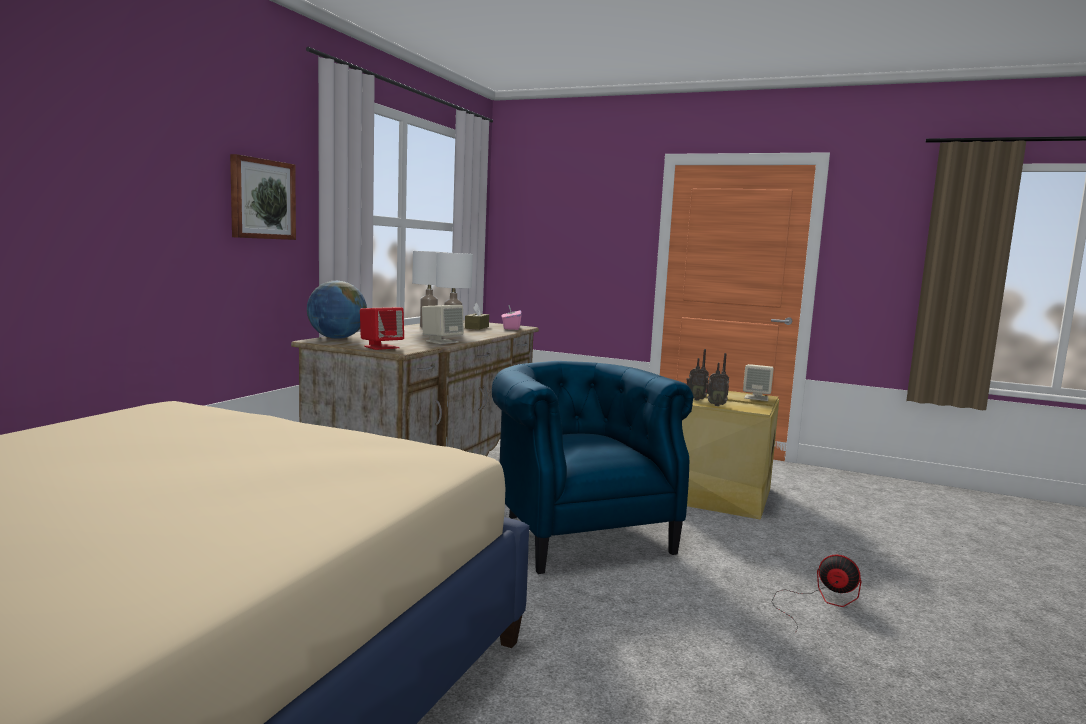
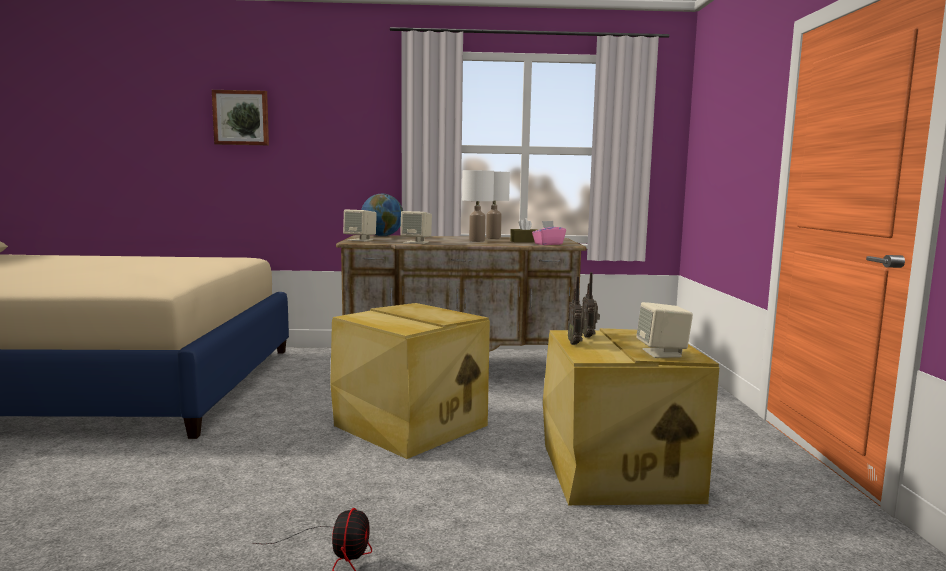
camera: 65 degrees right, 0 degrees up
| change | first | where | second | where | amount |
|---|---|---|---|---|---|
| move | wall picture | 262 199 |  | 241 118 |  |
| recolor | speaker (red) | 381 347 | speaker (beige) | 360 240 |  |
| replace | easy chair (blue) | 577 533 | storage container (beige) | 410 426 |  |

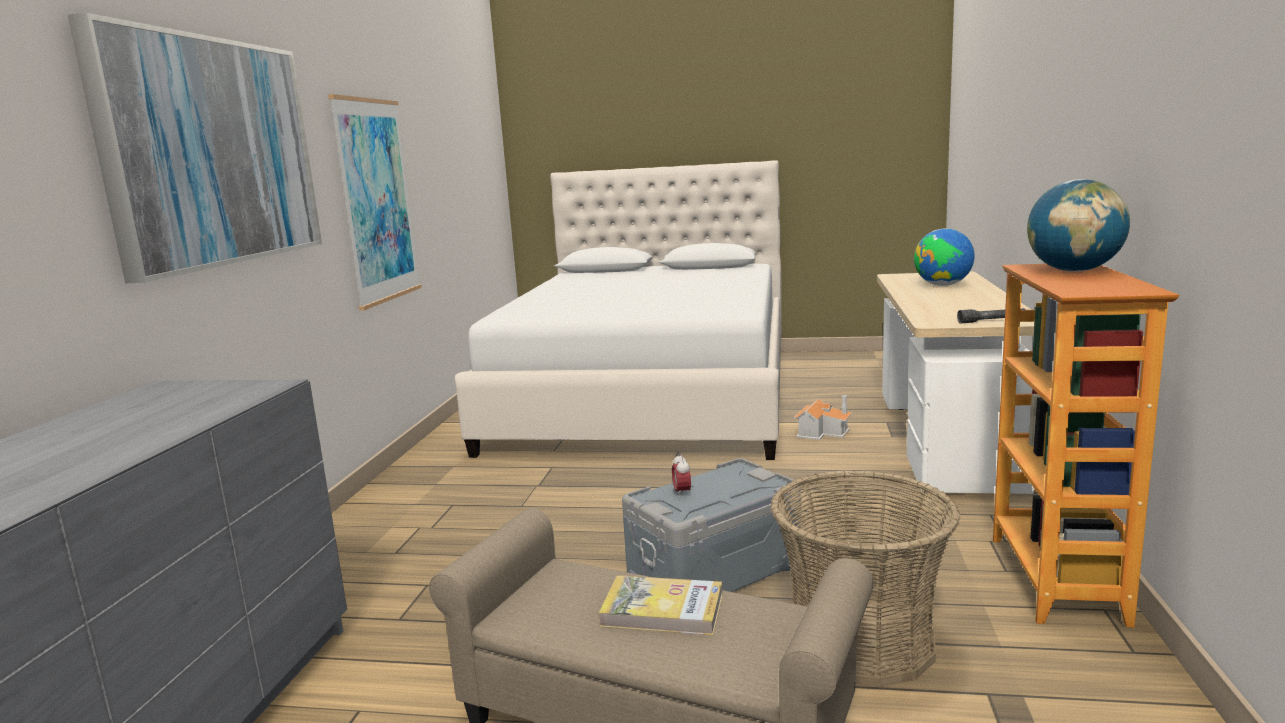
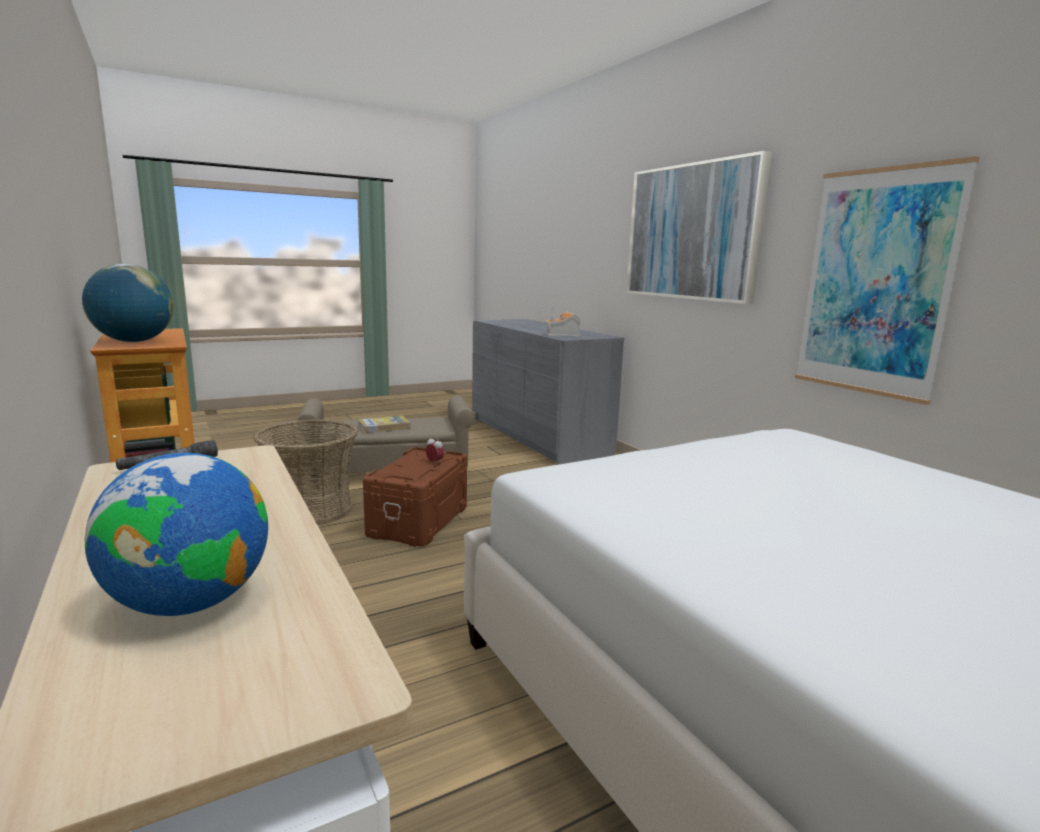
camera: 140 degrees right, 0 degrees up
| change | first | where | second | where | amount |
|---|---|---|---|---|---|
| recolor | storage container (grey) | 713 571 | storage container (brown-coloured) | 420 521 |  |
| move | model house | 822 432 |  | 563 334 |  |

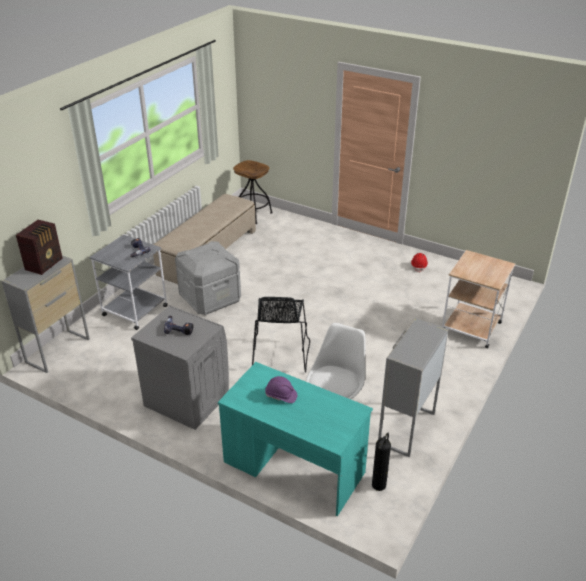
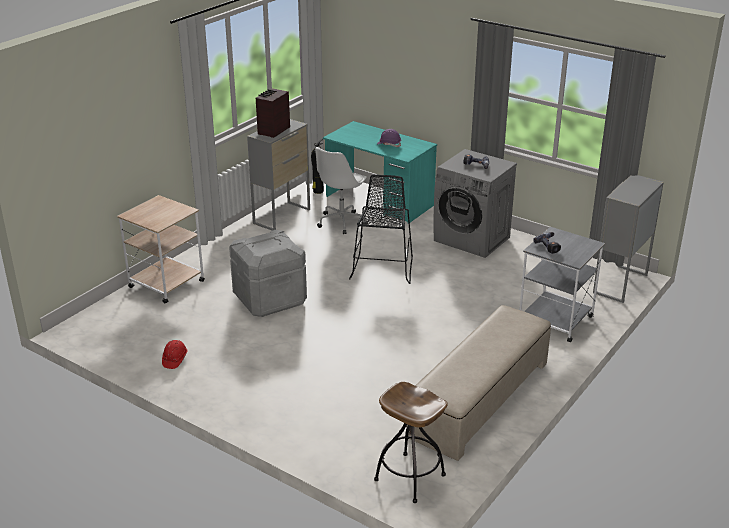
camera: 175 degrees left, 5 degrees down
| change | first | where | second | where | amount |
|---|---|---|---|---|---|
| move | radio receiver | 45 264 |  | 273 131 |  |
| move | storage container (grey) | 210 298 |  | 269 300 |  |

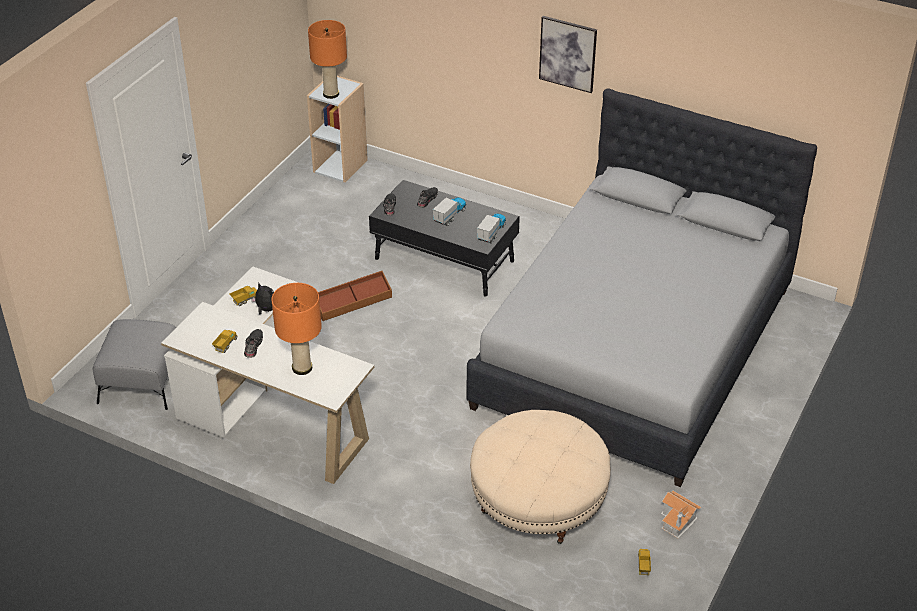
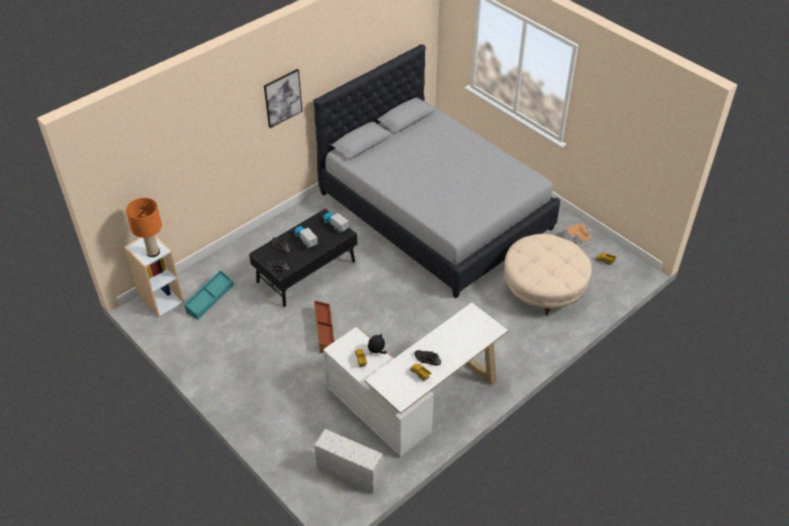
camera: 70 degrees left, 5 degrees up
| change | first | where | second | where | amount |
|---|---|---|---|---|---|
| replace | pouffe (grey) | 142 381 | storage container (white-coloured) | 348 472 |  |
| delete | tabletop lamp (orangey) | 302 367 |  |  |  |
| insert |  |  | storage container (blue-green) | 209 298 |  |

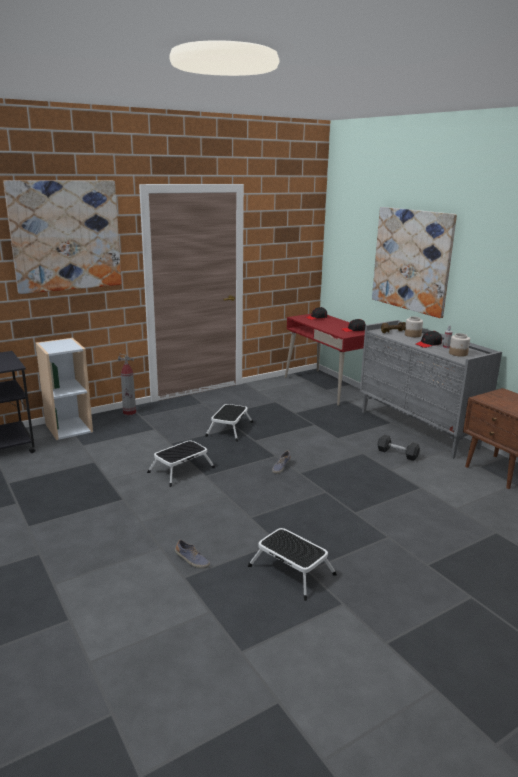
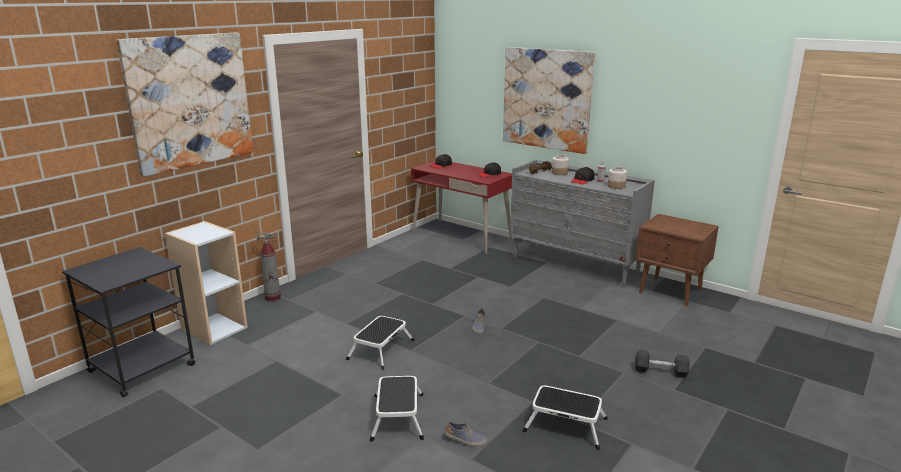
camera: 20 degrees left, 0 degrees up
| change | first | where | second | where | amount |
|---|---|---|---|---|---|
| move | stepladder (blackish) | 230 429 |  | 398 416 |  |
| move | dumbbell (grey) | 397 454 |  | 660 371 |  |

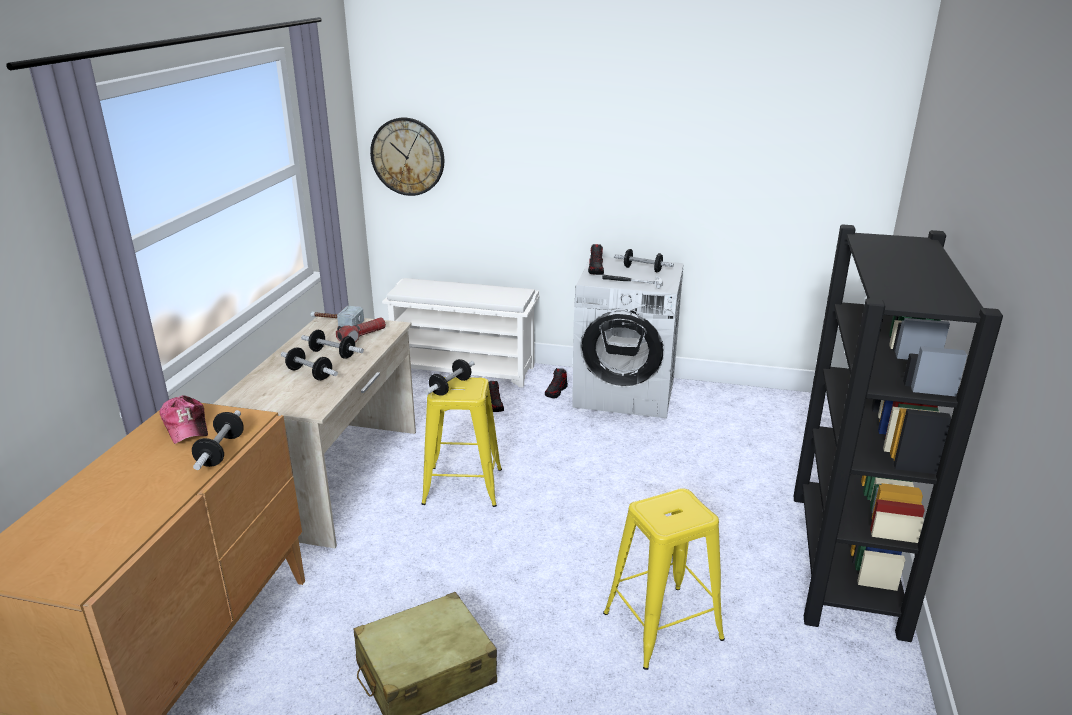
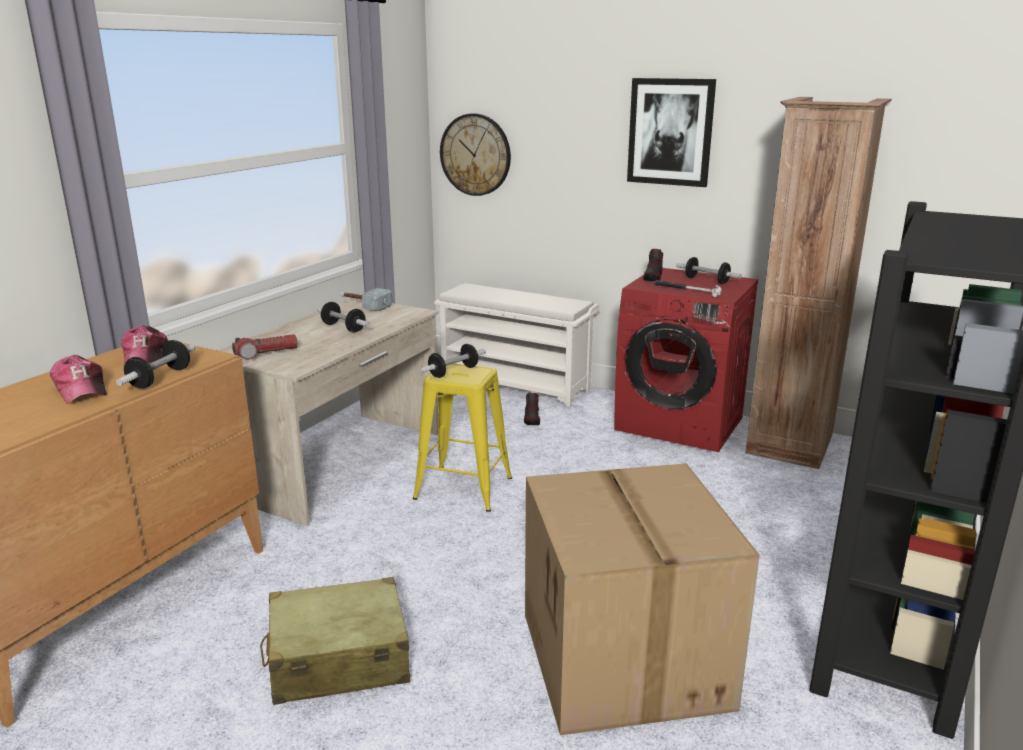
camera: 15 degrees right, 5 degrees down
| change | first | where | second | where | amount |
|---|---|---|---|---|---|
| delete | dumbbell | 310 374 |  |  |  |
| move | torch | 362 336 |  | 266 353 |  |
| delete | shoe | 556 391 |  |  |  |
| recolor | laundry machine (white-coloured) | 624 396 | laundry machine (red) | 679 427 |  |
| replace | stool seat (yellow-coloured) | 662 626 | carton | 627 661 |  |
| insert |  |  | baseball cap | 81 389 |  |
| insert |  |  | wall picture | 670 132 |  |
| insert |  |  | cabinet (brown-coloured) | 790 444 |  |

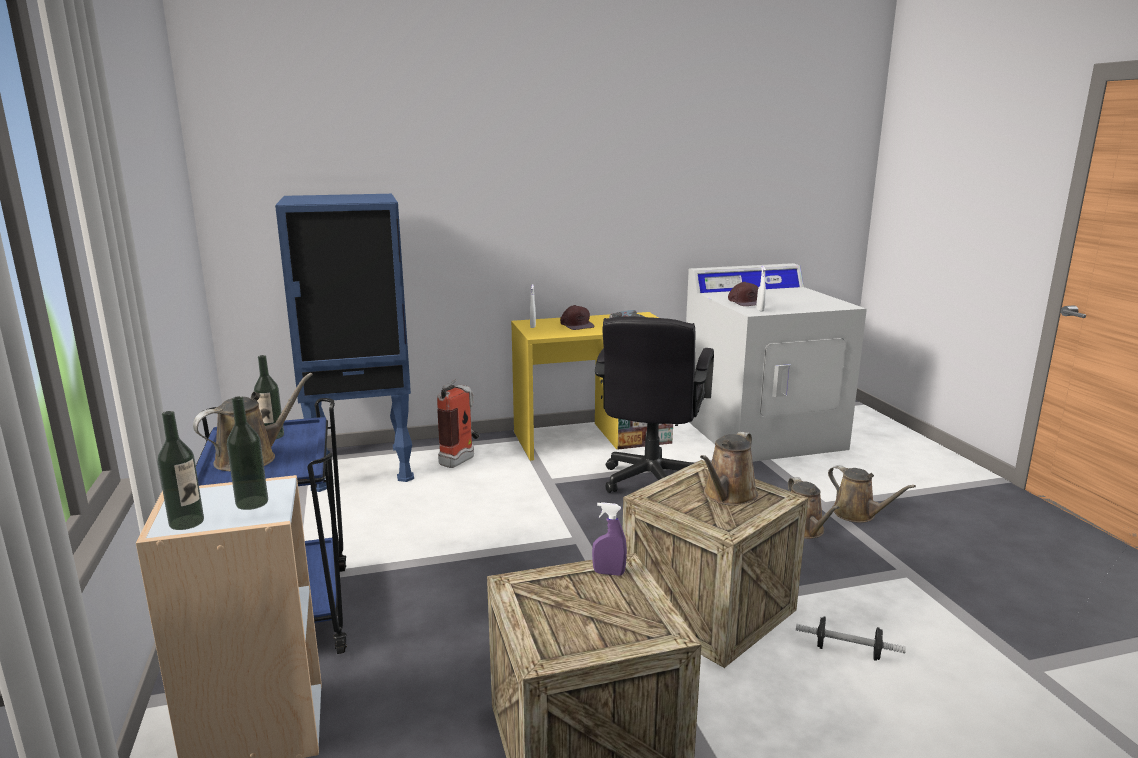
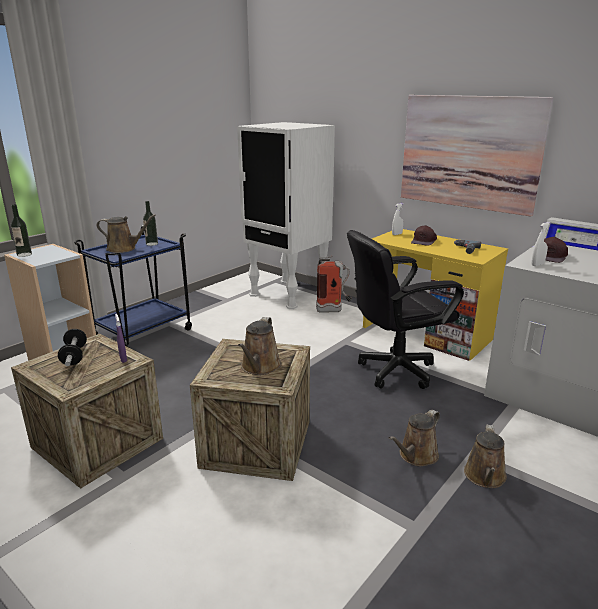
camera: 55 degrees right, 5 degrees up
| change | first | where | second | where | amount |
|---|---|---|---|---|---|
| delete | drink bottle | 252 502 |  |  |  |
| recolor | cabinet (blue) | 363 467 | cabinet (white-coloured) | 288 294 |  |
| rotate | watering pot (brown-coloured) | 728 496 |  | 259 367 | 75 degrees counterclockwise |
| move | dumbbell | 847 651 |  | 74 356 |  |
| insert |  |  | wall picture | 469 152 |  |

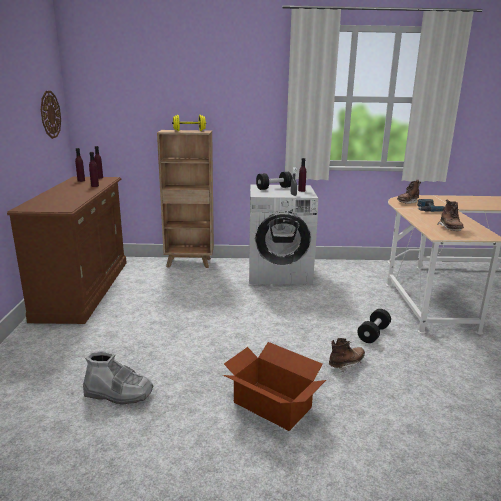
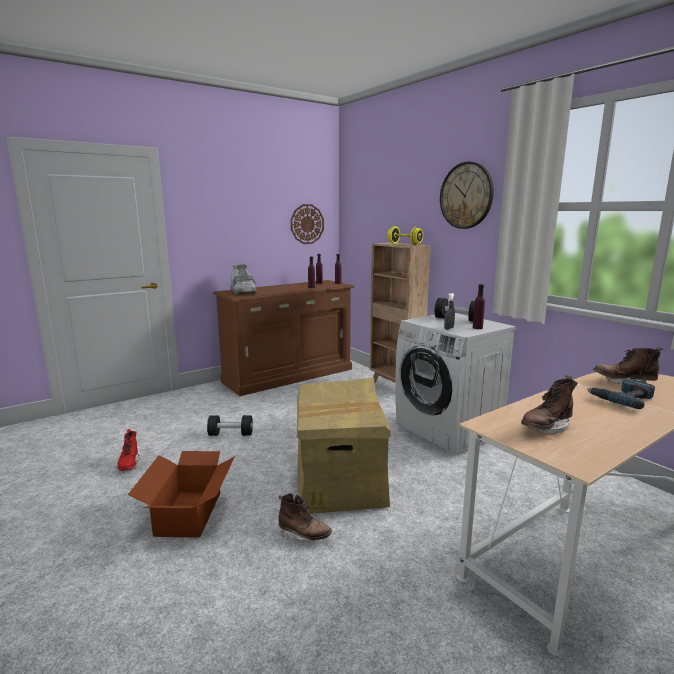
camera: 55 degrees right, 5 degrees down
| change | first | where | second | where | amount |
|---|---|---|---|---|---|
| move | boot (grey) | 119 393 |  | 243 292 |  |
| move | dumbbell (blackish) | 373 334 |  | 231 434 |  |
| insert |  |  | boot (red) | 129 465 |  |
| insert |  |  | carton | 339 483 |  |
| insert |  |  | clock on the wall | 466 195 |  |

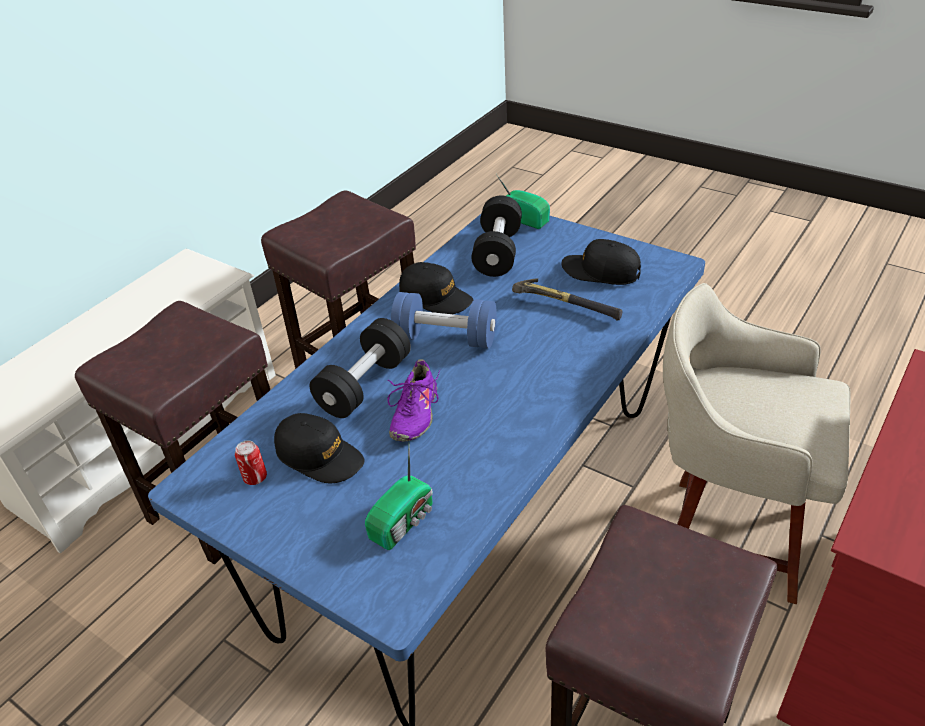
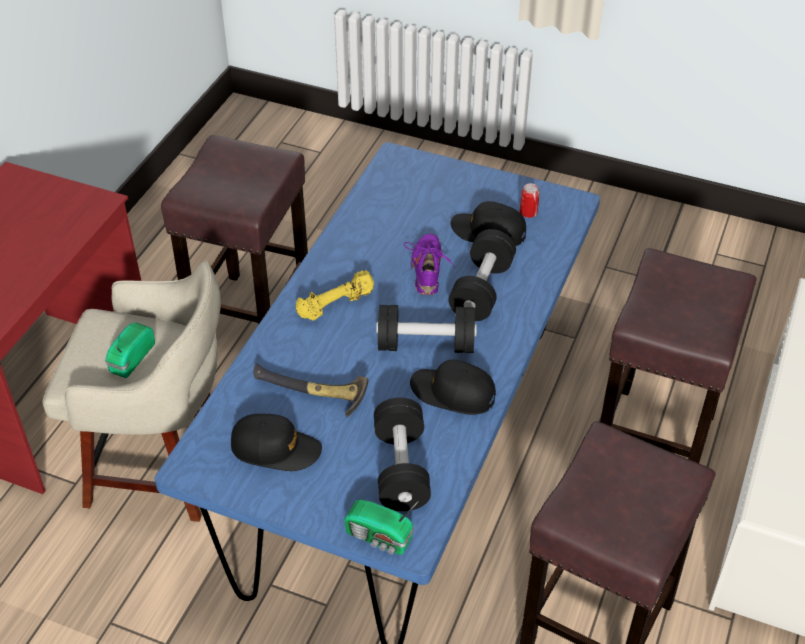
camera: 165 degrees right, 5 degrees up
| change | first | where | second | where | amount |
|---|---|---|---|---|---|
| move | radio receiver | 404 521 |  | 130 359 |  |
| recolor | dumbbell (blue) | 445 338 | dumbbell (blackish) | 426 344 |  |
| insert |  |  | dumbbell (yellow-coloured) | 336 305 |  |

